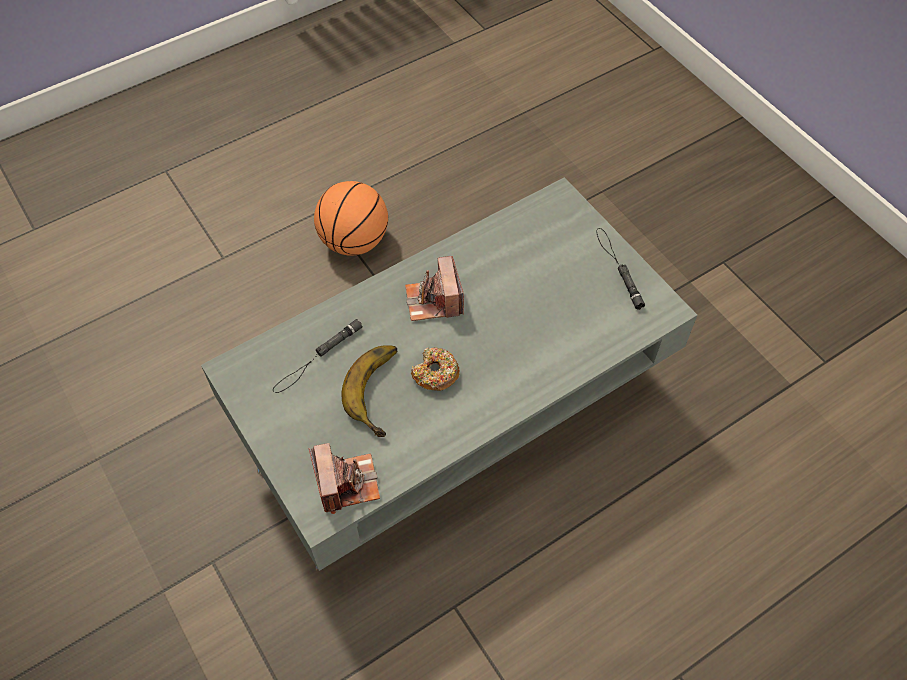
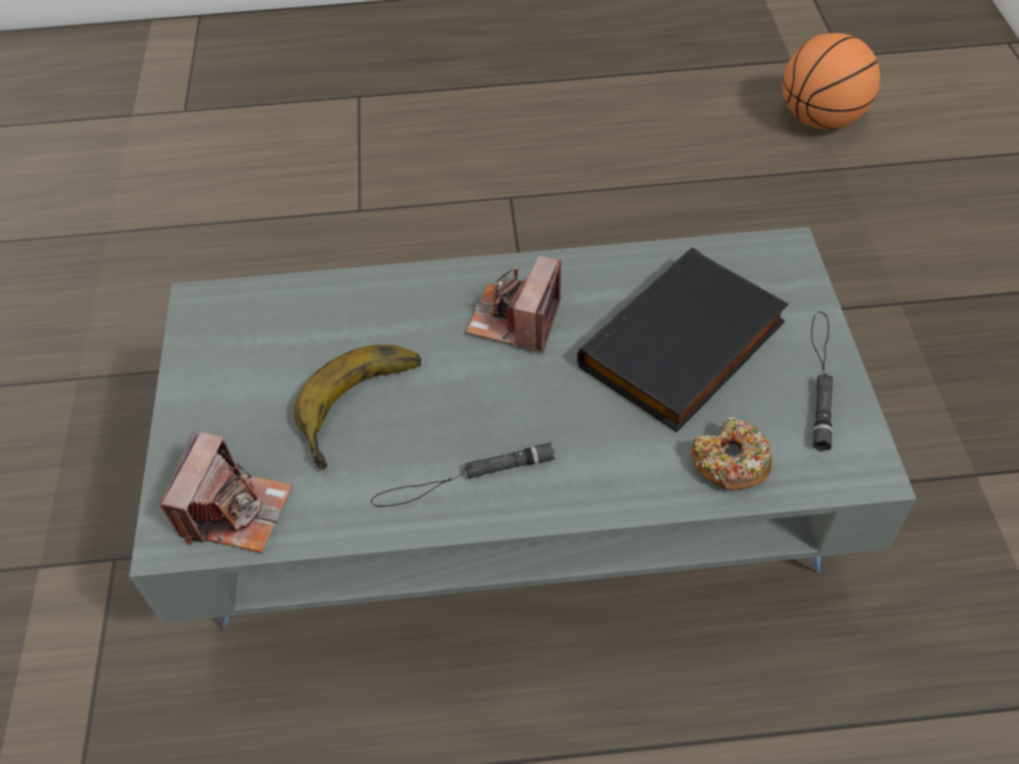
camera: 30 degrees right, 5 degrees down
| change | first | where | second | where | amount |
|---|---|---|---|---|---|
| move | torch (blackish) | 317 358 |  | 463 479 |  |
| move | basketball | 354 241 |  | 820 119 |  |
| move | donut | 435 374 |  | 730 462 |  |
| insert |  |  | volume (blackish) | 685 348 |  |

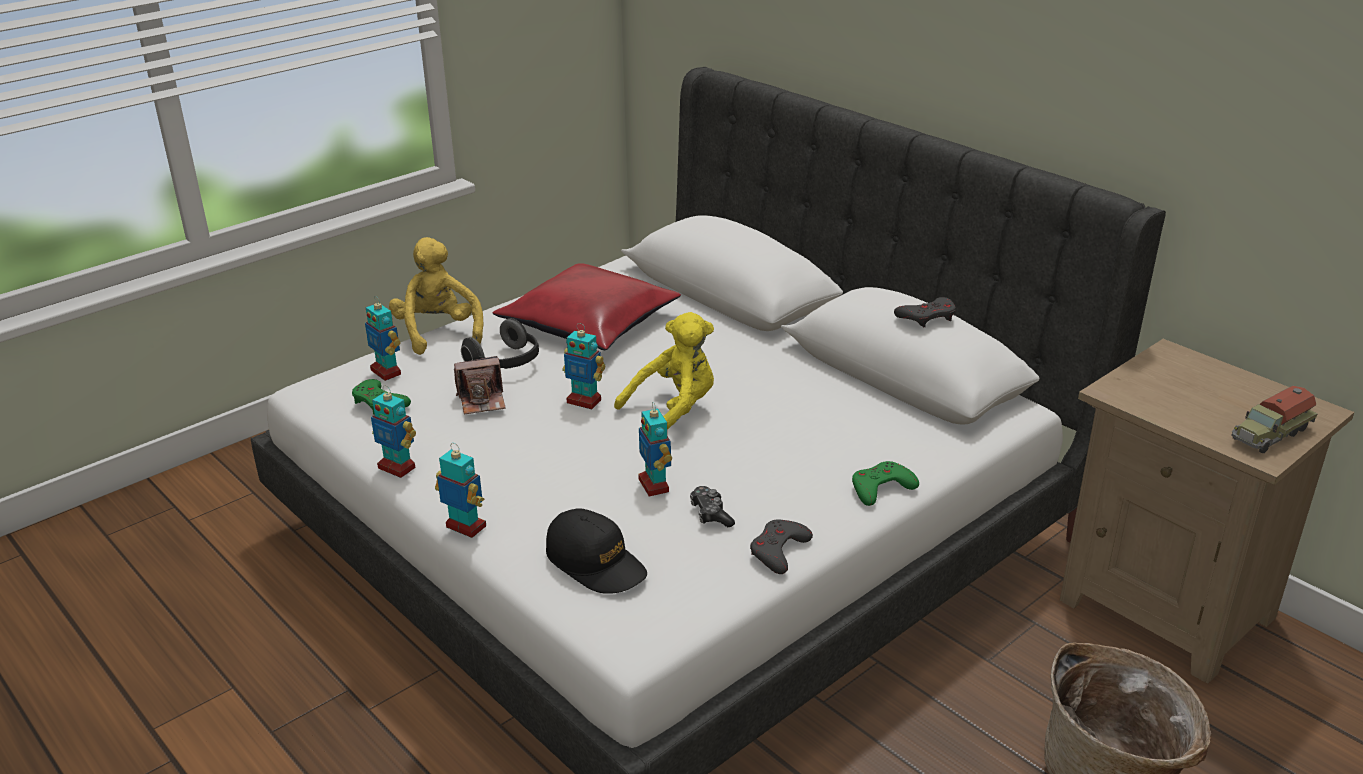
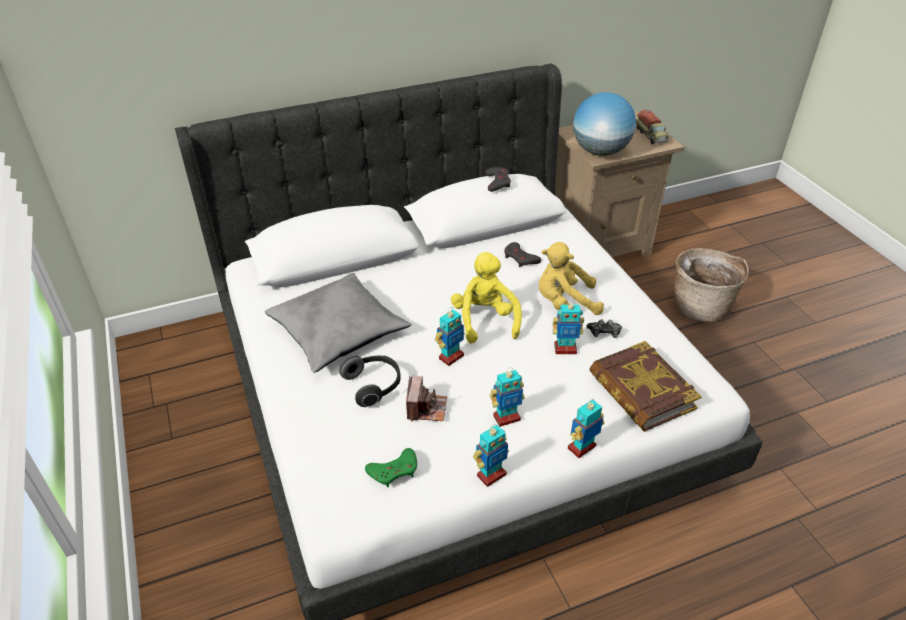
camera: 70 degrees left, 10 degrees up
| change | first | where | second | where | amount |
|---|---|---|---|---|---|
| move | toy robot | 386 372 |  | 506 417 |  |
| move | soft toy (yellow-coloured) | 438 332 |  | 564 302 |  |
| recolor | pillow (red) | 591 324 | pillow (grey) | 338 331 |  |
| replace | baseball cap (blackish) | 596 563 | volume | 641 392 |  |
| move | game controller (grey) | 779 551 |  | 520 258 |  |
| delete | game controller (green) | 881 488 |  |  |  |
| insert |  |  | globe | 600 151 |  |

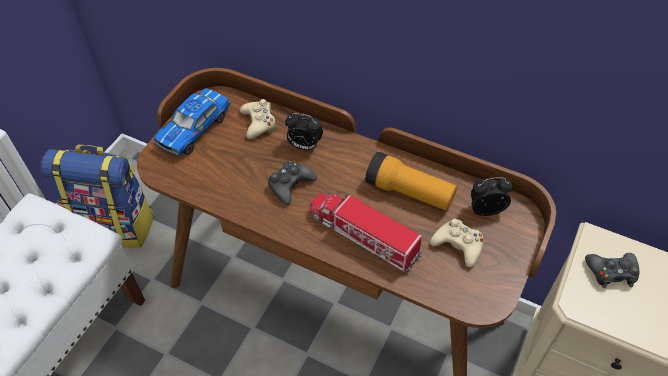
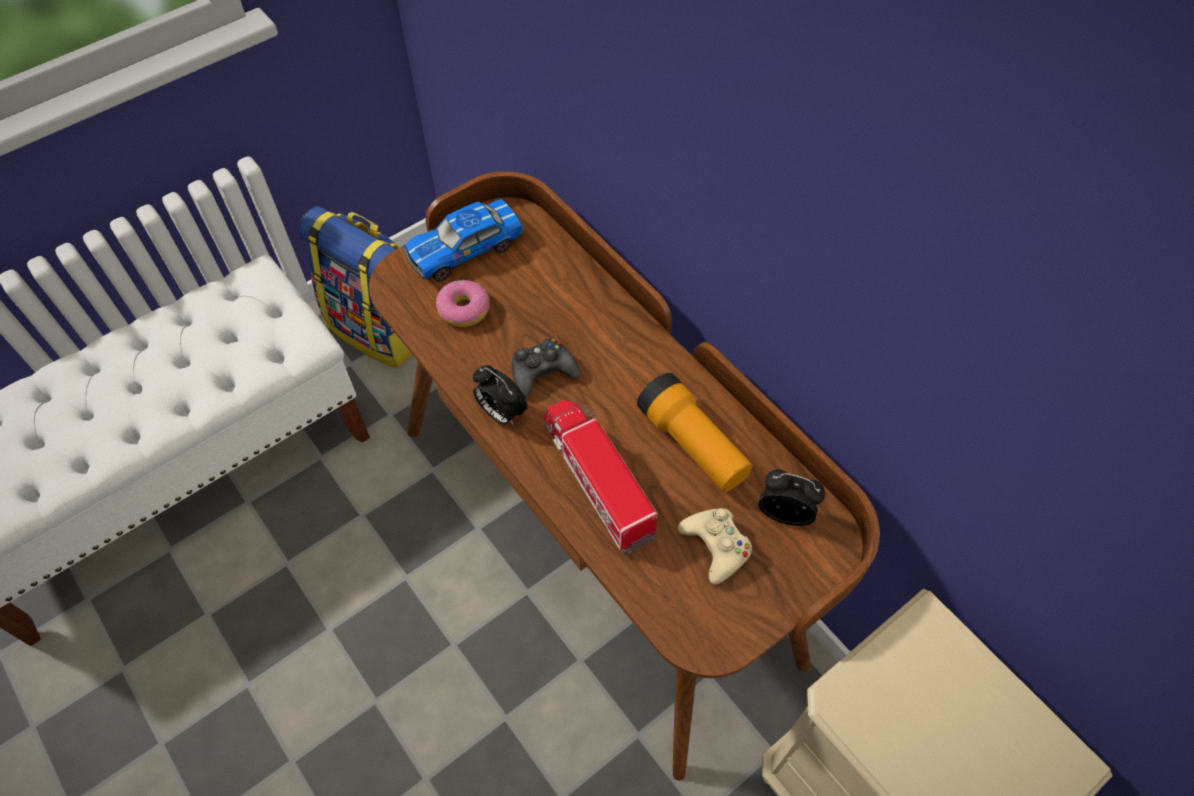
camera: 25 degrees right, 5 degrees up
| change | first | where | second | where | amount |
|---|---|---|---|---|---|
| delete | game controller (beige) | 259 123 |  |  |  |
| move | alarm clock | 304 146 |  | 501 413 |  |
| delete | game controller (blackish) | 611 272 |  |  |  |
| insert |  |  | donut | 464 309 |  |

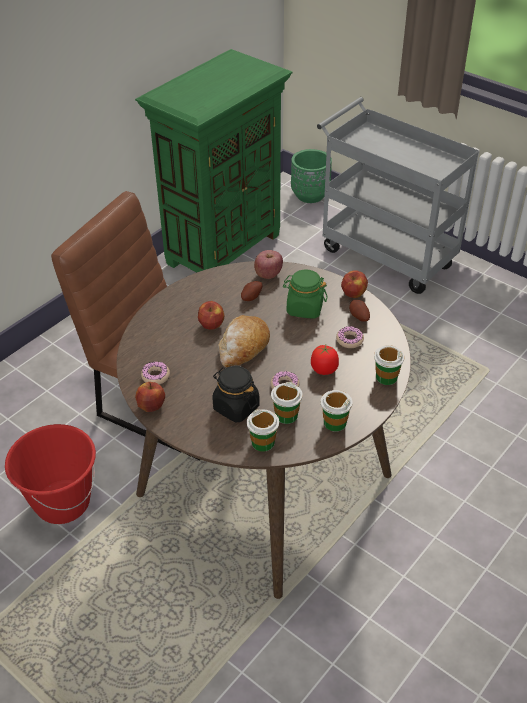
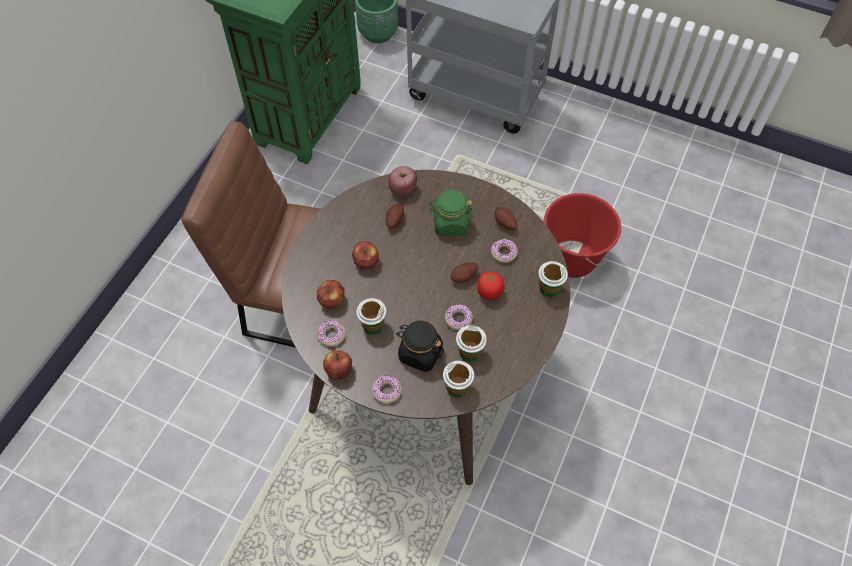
camera: 15 degrees left, 15 degrees up
| change | first | where | second | where | amount |
|---|---|---|---|---|---|
| move | pail (red) | 62 502 |  | 572 259 |  |
| delete | baked bread | 243 348 |  |  |  |
| move | cup | 334 422 |  | 372 325 |  |
| move | apple fruit | 354 293 |  | 332 301 |  |
| insert |  |  | donut | 386 391 |  |
| insert |  |  | whole potato | 464 277 |  |

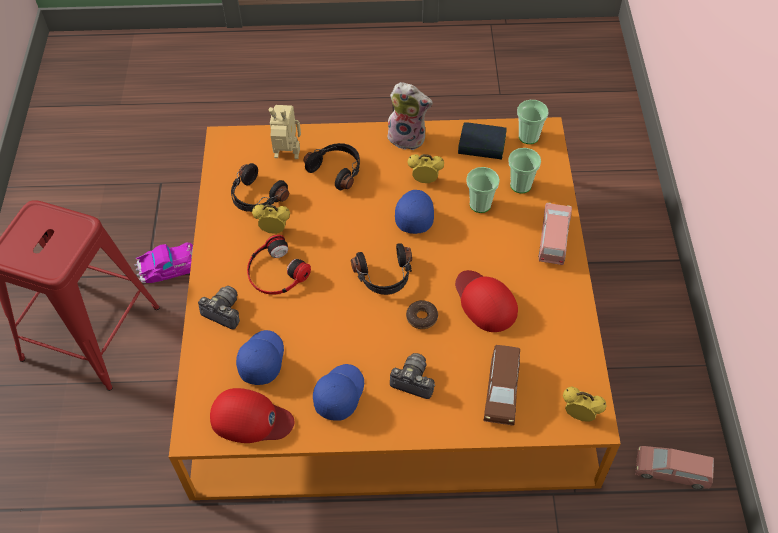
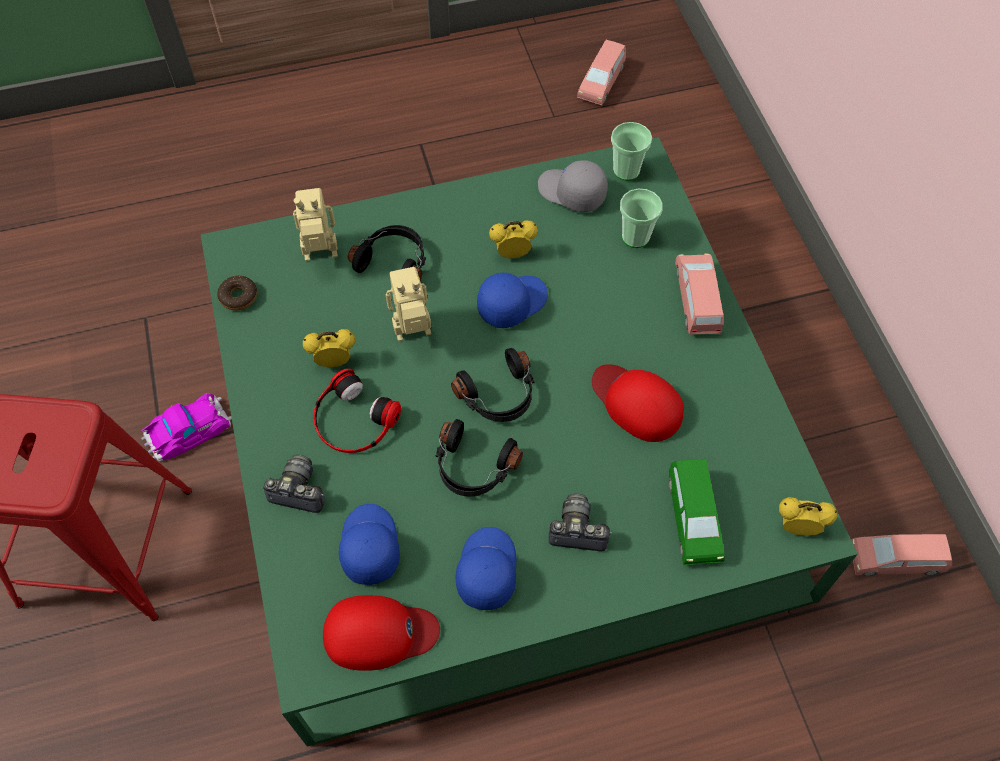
camera: 15 degrees left, 5 degrees up
| change | first | where | second | where | amount |
|---|---|---|---|---|---|
| recolor | coffee table (orangey) | 388 321 | coffee table (green) | 498 443 |  |
| move | pair of headphones (blackish) | 256 197 |  | 473 468 |  |
| delete | soft toy | 408 137 |  |  |  |
| rotate | baseball cap (blue) | 414 214 |  | 511 302 | 60 degrees clockwise |
| move | donut | 422 317 |  | 238 296 |  |
| replace | volume | 482 145 | baseball cap (grey) | 571 193 |  |
| delete | cup | 480 204 |  |  |  |
| recolor | toy car (brown-coloured) | 502 391 | toy car (green) | 693 518 |  |
| insert |  |  | toy robot | 414 335 |  |
| insert |  |  | toy car (pink) | 601 82 |  |

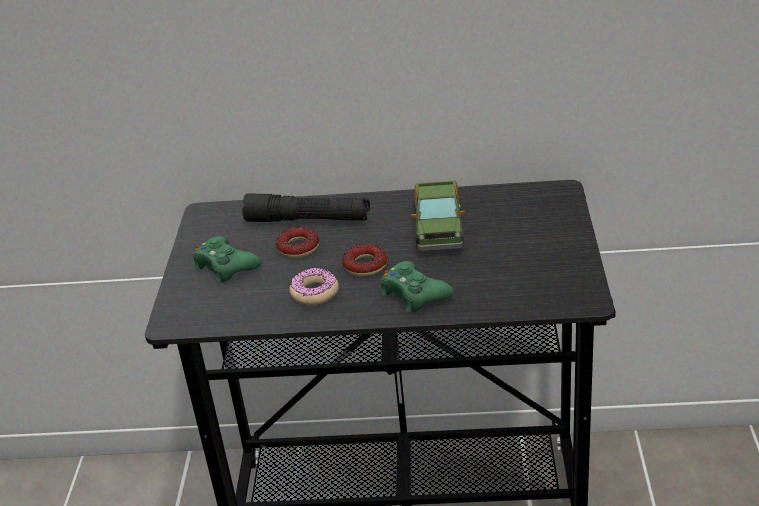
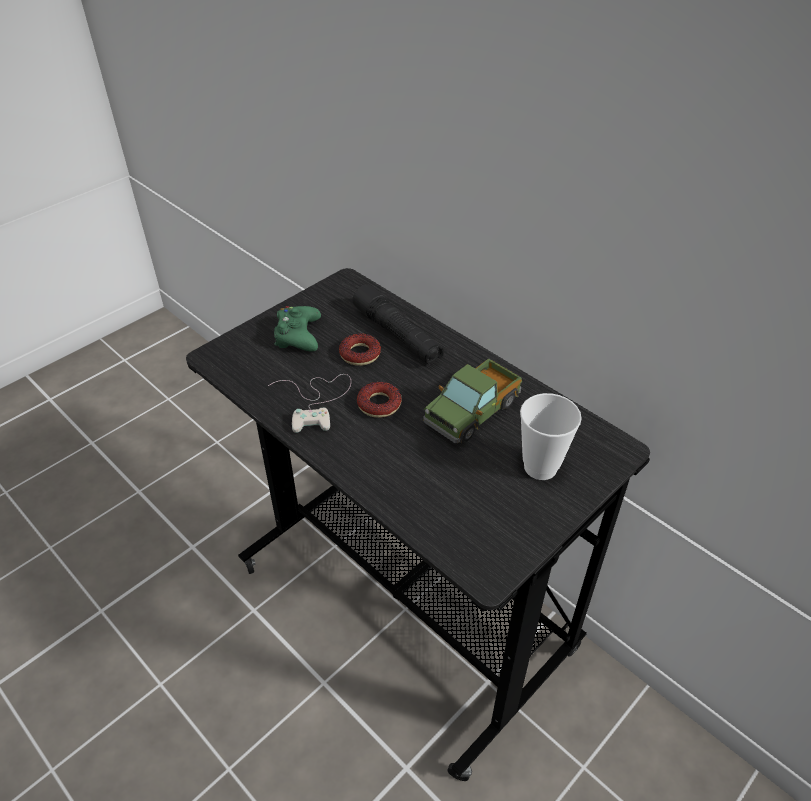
camera: 40 degrees right, 10 degrees up
| change | first | where | second | where | amount |
|---|---|---|---|---|---|
| replace | donut | 314 293 | game controller (white-coloured) | 317 401 |  |
| delete | game controller (green) | 414 294 |  |  |  |
| insert |  |  | cup | 540 467 |  |

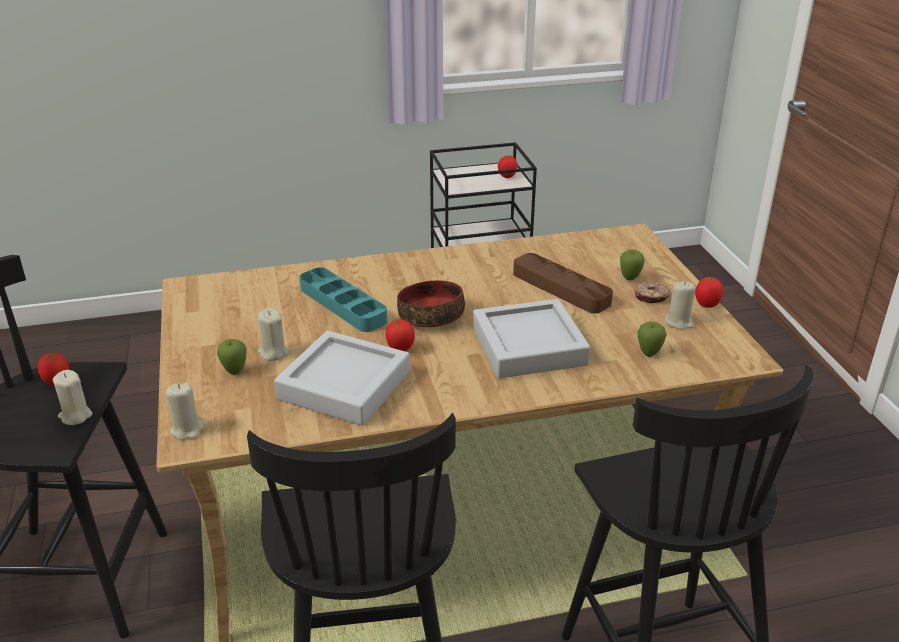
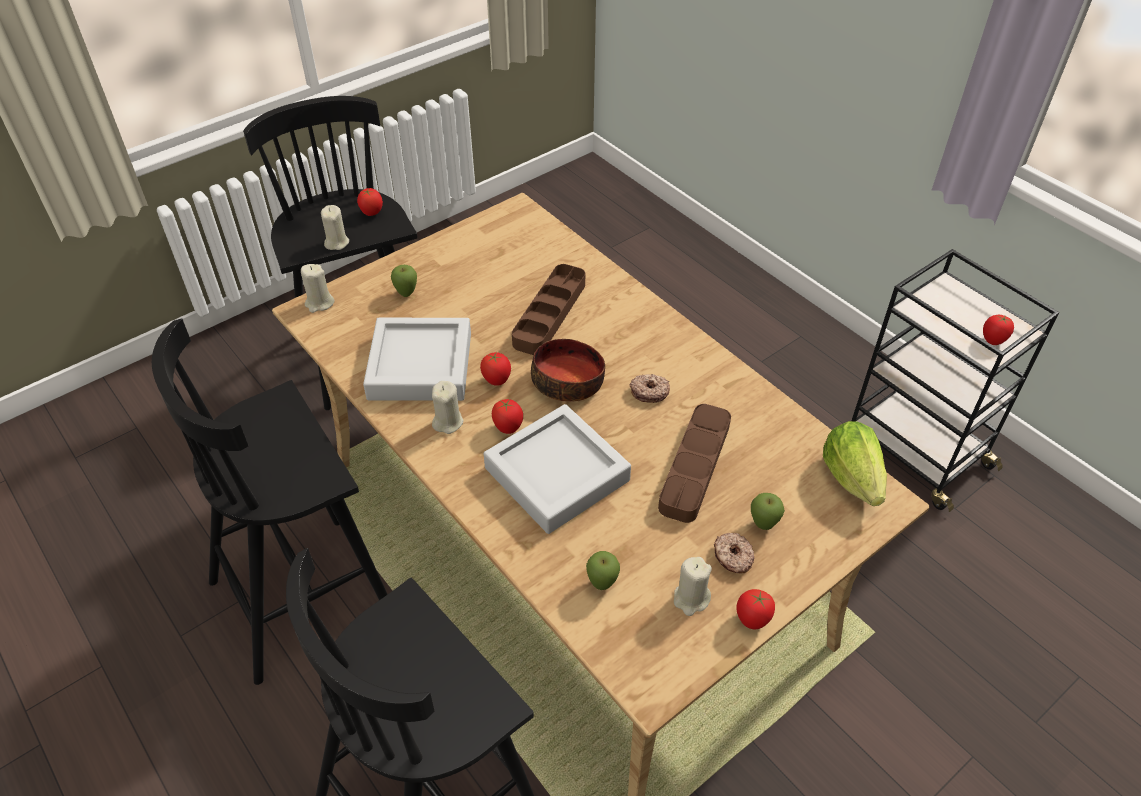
camera: 65 degrees right, 15 degrees up
| change | first | where | second | where | amount |
|---|---|---|---|---|---|
| move | wax light (beige) | 273 353 |  | 448 422 |  |
| recolor | carrying tray (blue-green) | 342 305 | carrying tray (brown-coloured) | 549 313 |  |
| insert |  |  | tomato | 508 428 |  |
| insert |  |  | donut | 649 392 |  |
| insert |  |  | head of lettuce | 852 477 |  |

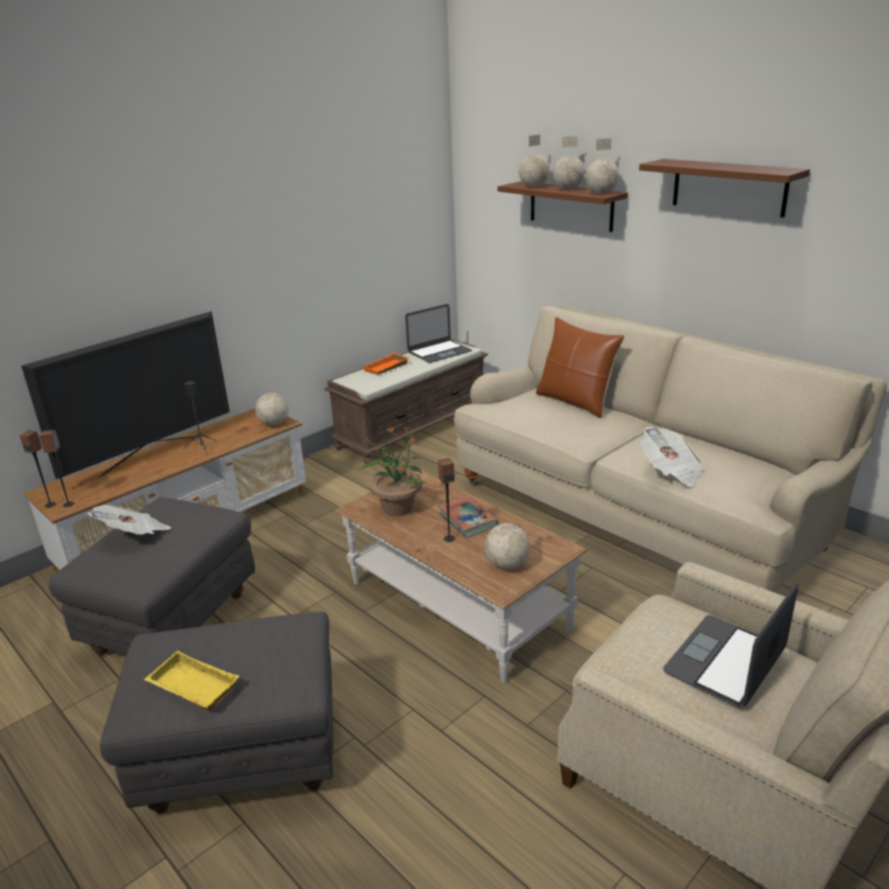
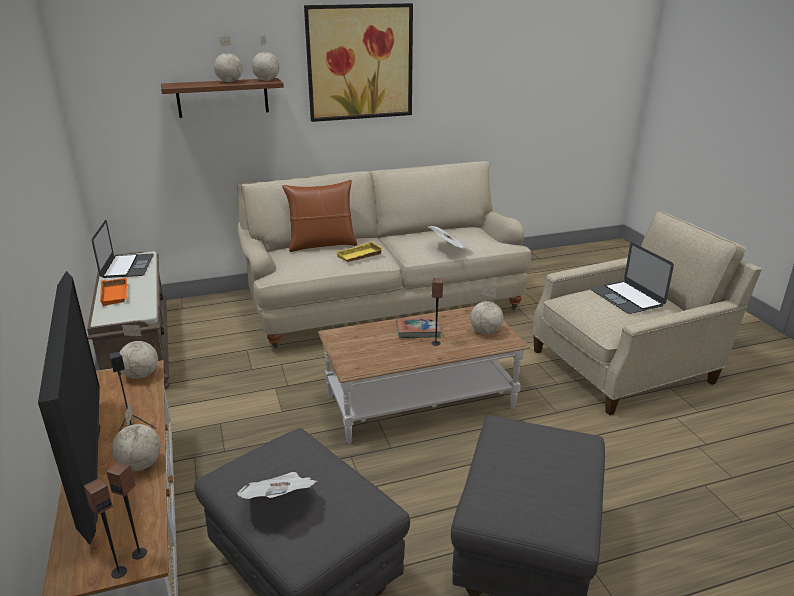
camera: 65 degrees left, 0 degrees up
| change | first | where | second | where | amount |
|---|---|---|---|---|---|
| move | carrying tray (yellow-coloured) | 190 688 |  | 359 256 |  |
| delete | potted plant | 397 507 |  |  |  |
| move | globe | 534 186 |  | 141 465 |  |
| replace | bracket shelf (brown-coloured) | 729 187 | wall picture | 360 62 |  |

